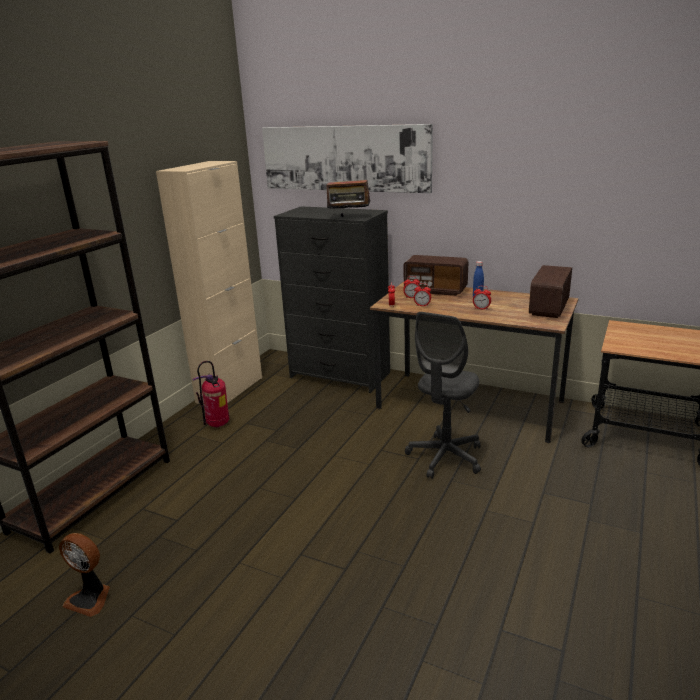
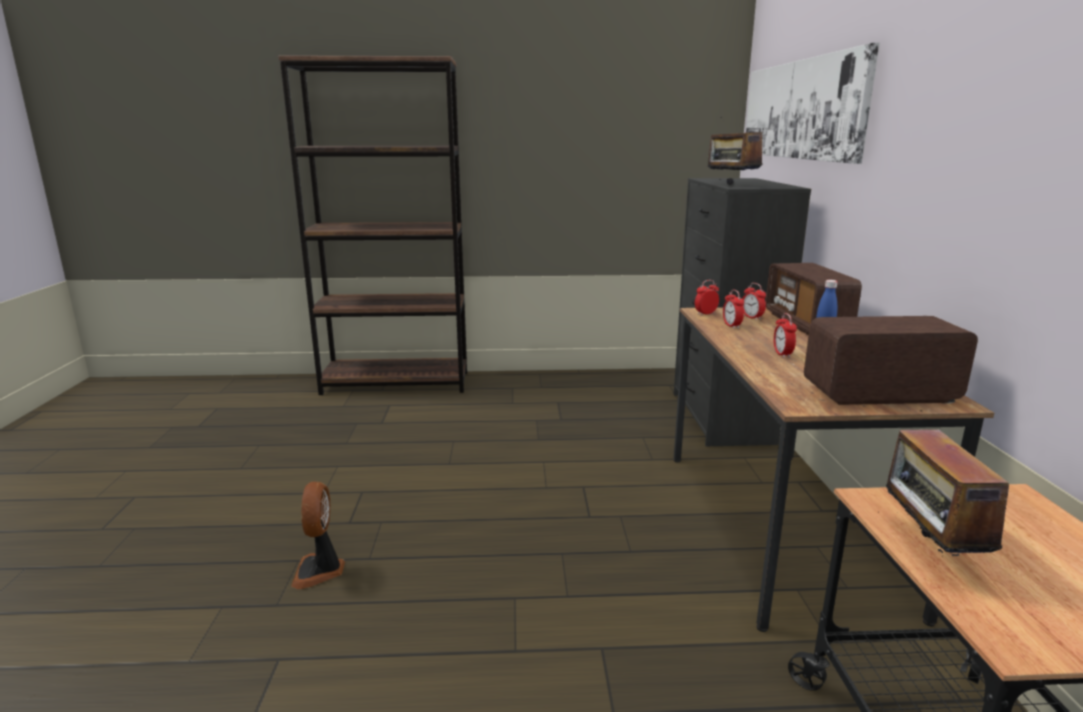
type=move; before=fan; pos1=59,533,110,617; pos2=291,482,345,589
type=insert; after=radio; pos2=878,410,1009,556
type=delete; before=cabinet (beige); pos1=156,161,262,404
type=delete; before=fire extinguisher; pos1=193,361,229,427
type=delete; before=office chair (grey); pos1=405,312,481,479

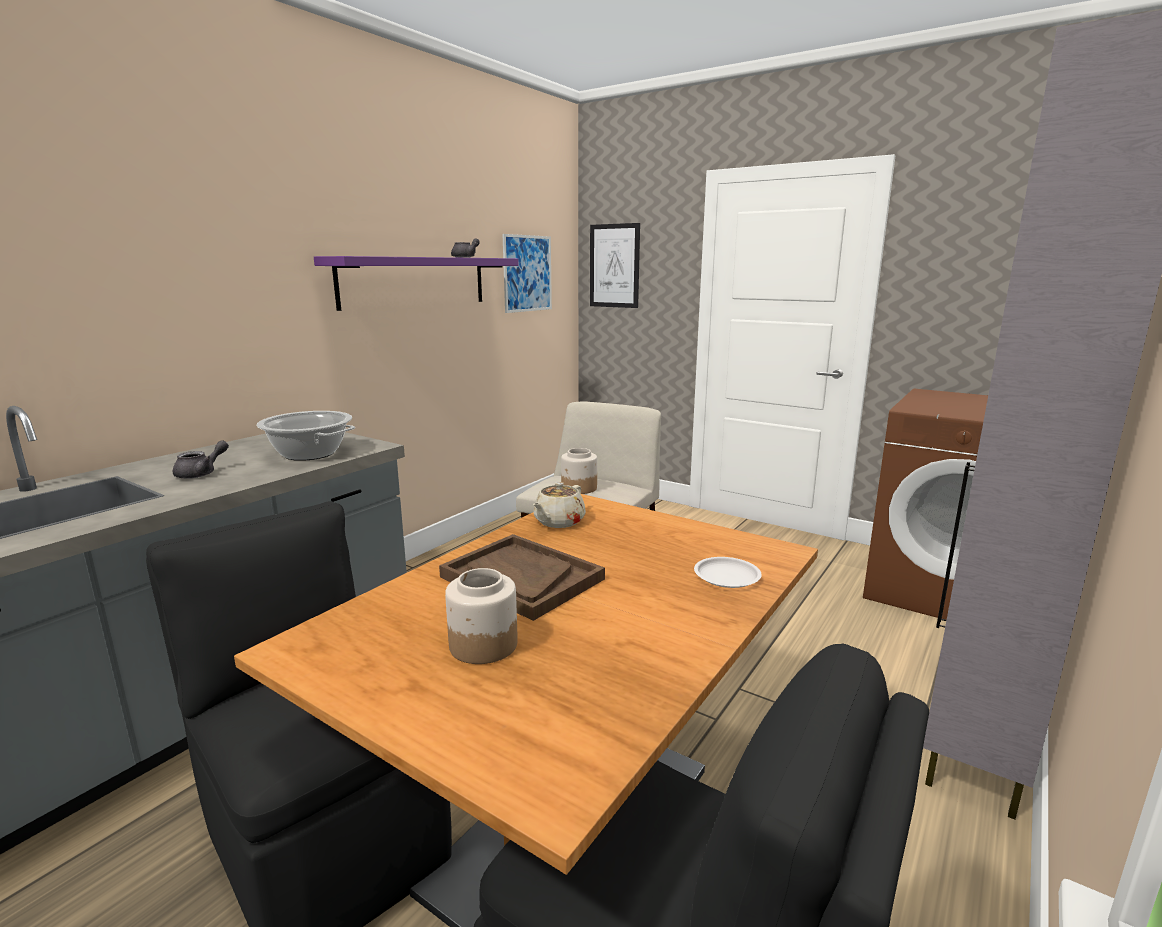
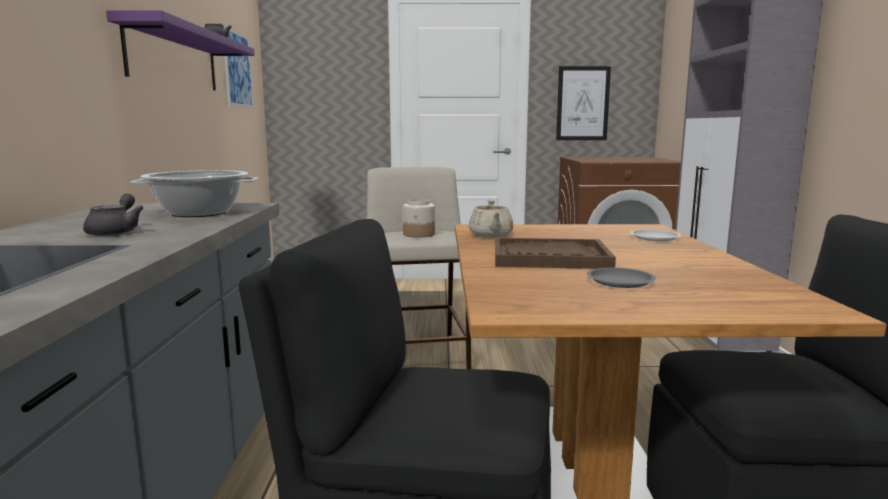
type=move; before=picture; pos1=590,223,640,308; pos2=556,66,611,140
type=replace; before=jar; after=plate (grey); pos1=445,568,518,664; pos2=587,267,656,288

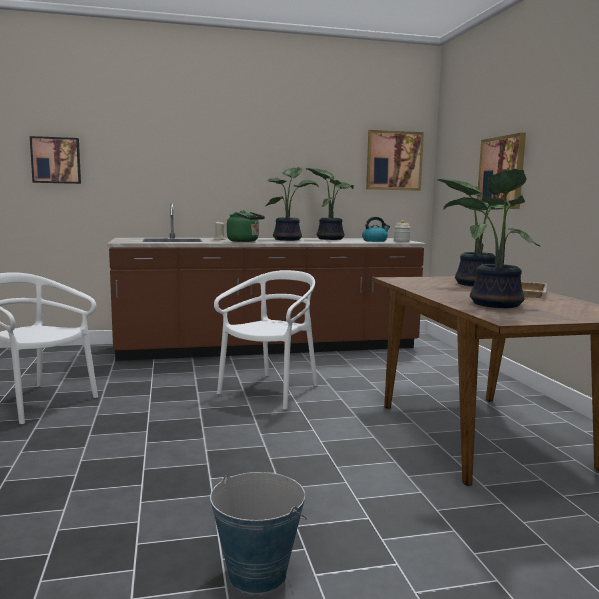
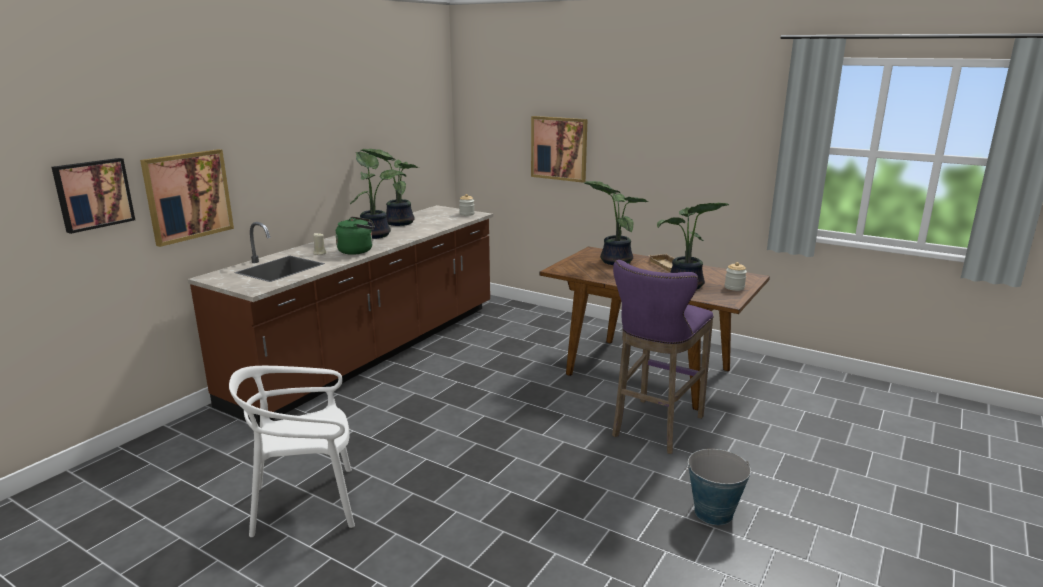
type=move; before=picture; pos1=366,130,424,191; pos2=140,149,234,247
type=insert; after=stool (purple); pos2=612,260,714,454
type=insert; after=jar; pos2=725,262,747,291
type=delete; before=chair (white); pos1=214,270,318,410
type=delete; before=kettle; pos1=362,217,390,242

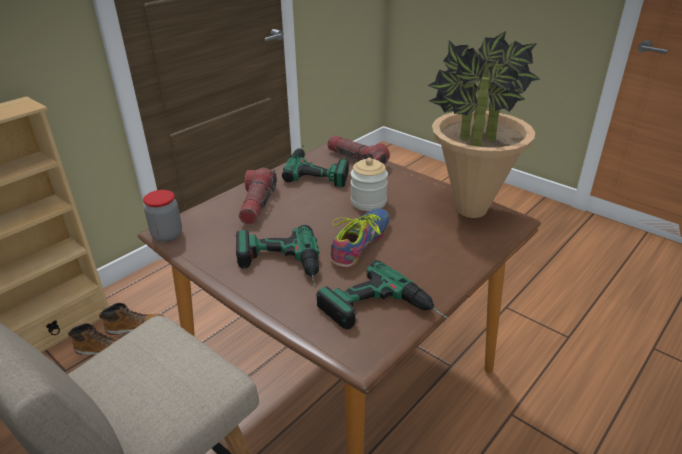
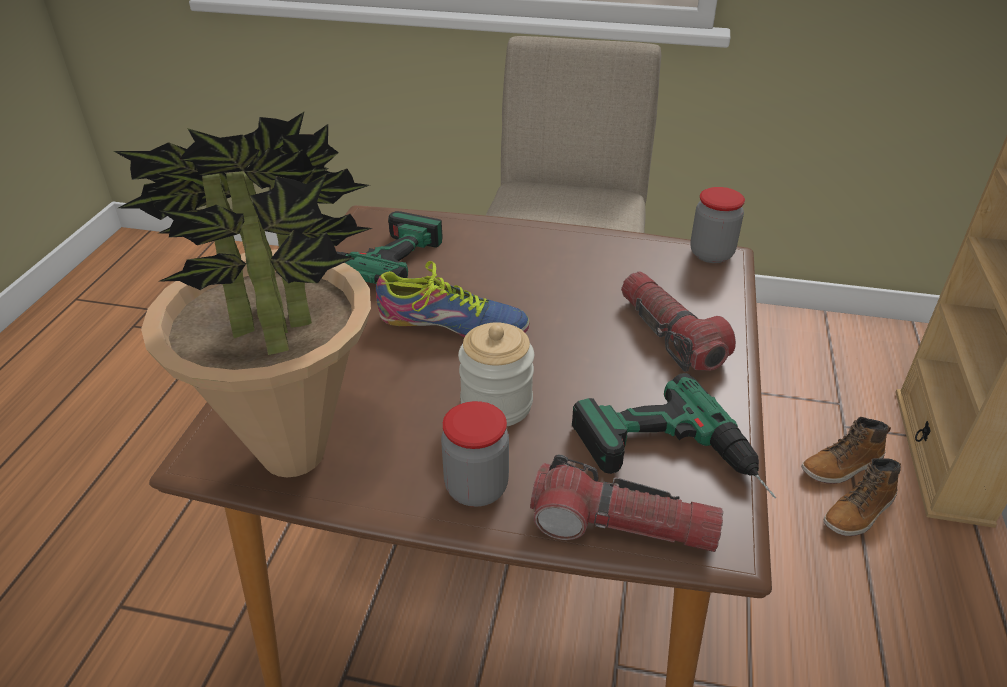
type=rotate; before=shoe; pos1=330,208,390,268; pos2=376,261,530,337; turn=-75
type=insert; after=jar; pos2=441,401,509,507
type=delete; before=power drill; pos1=236,225,319,287

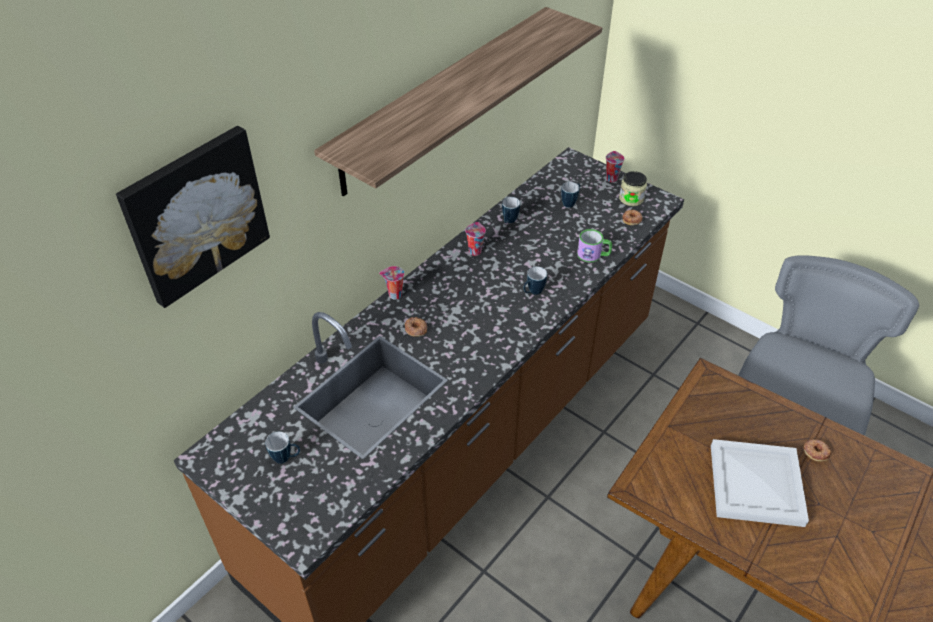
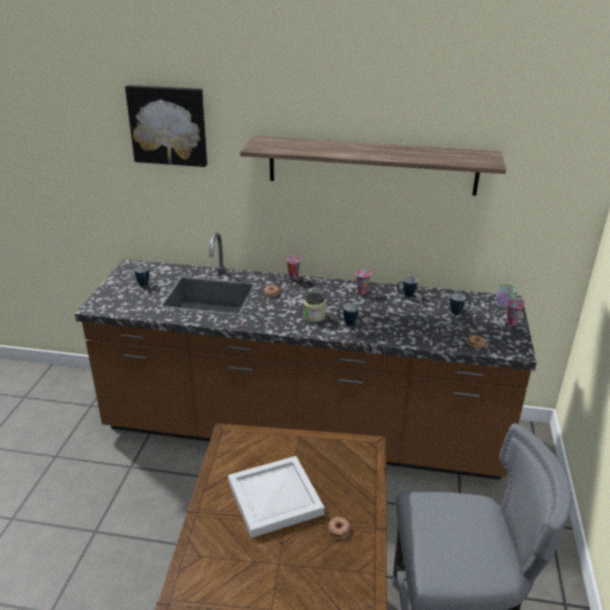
type=move; before=jar; pos1=619,171,647,206; pos2=303,292,325,322
type=move; before=mug; pos1=577,229,612,262; pos2=495,284,517,309

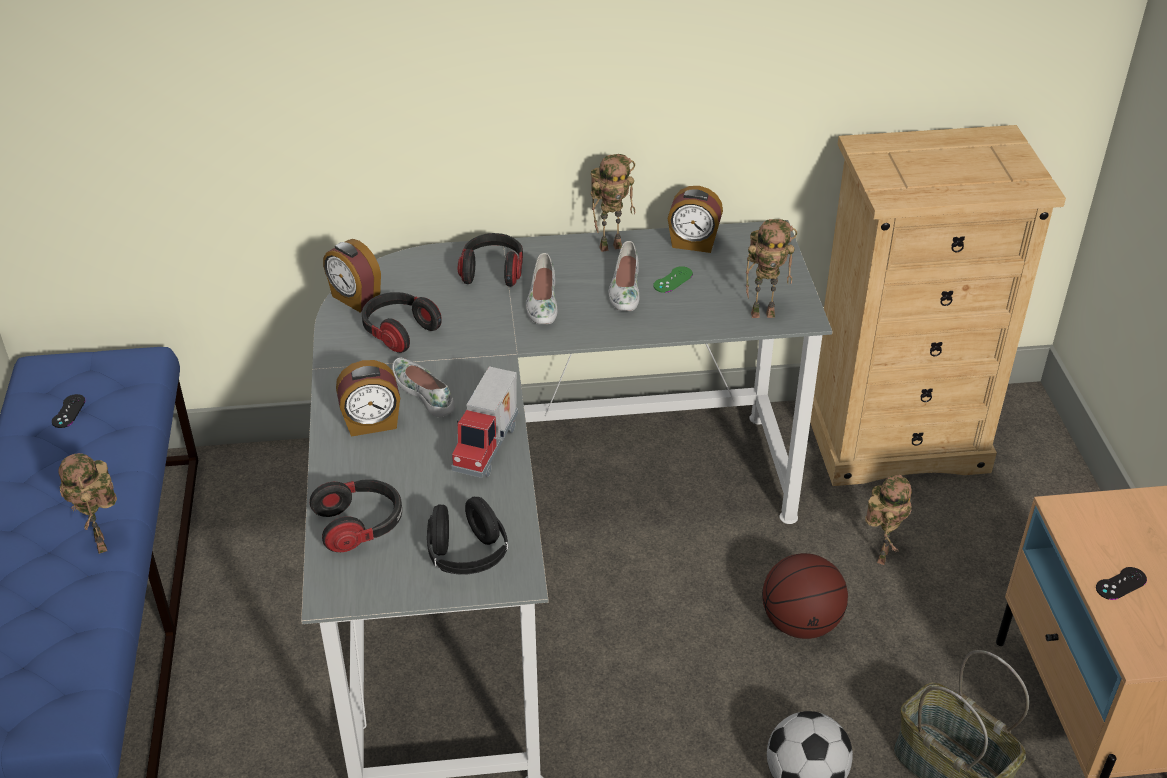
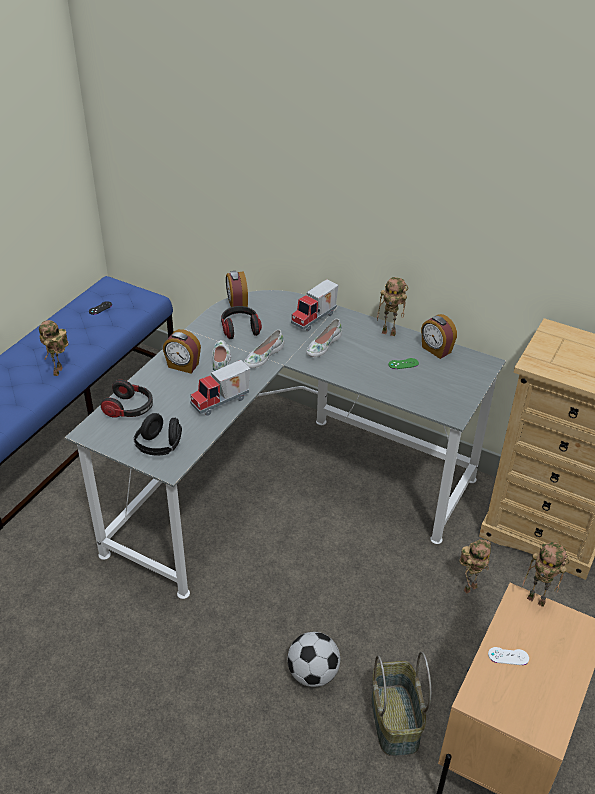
type=move; before=shoe (white); pos1=609,241,639,311; pos2=244,330,284,368
type=replace; before=headphones; after=toy truck; pos1=458,233,523,287; pos2=291,279,339,331
type=recolor; before=game controller (black); after=game controller (white); pos1=1096,567,1147,600; pos2=488,647,529,665
type=move; before=toy robot; pos1=746,219,797,318; pos2=523,542,570,607
type=delete; before=basketball; pos1=762,553,848,639

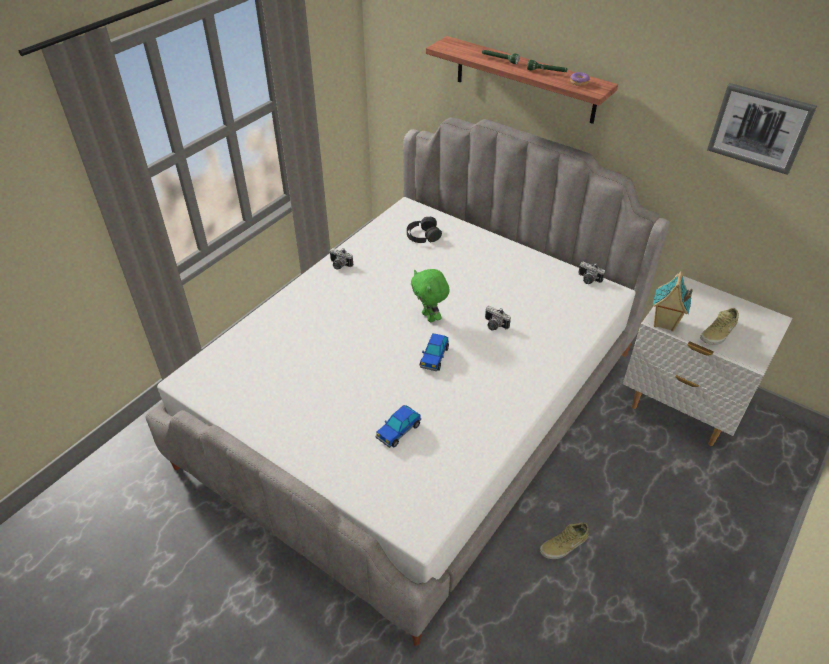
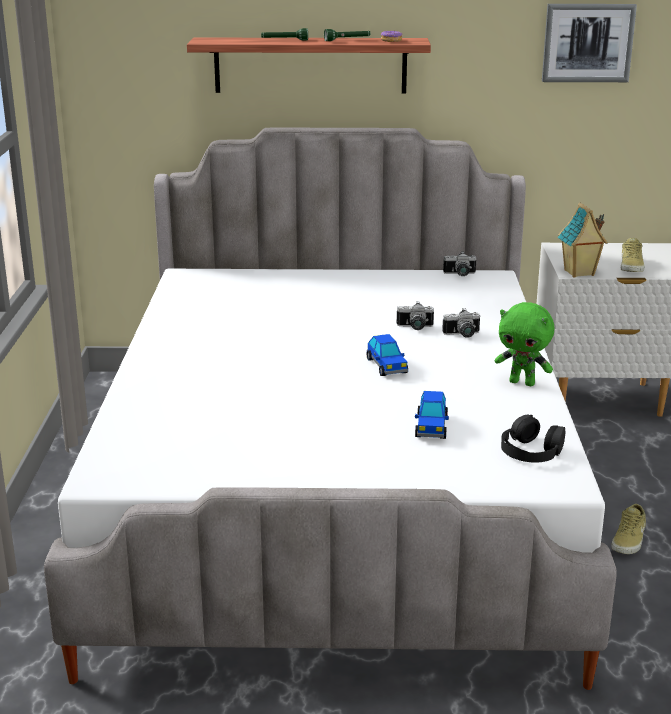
type=move; before=photo camera; pos1=330,248,353,270; pos2=442,308,480,338
type=move; before=plush toy (green); pos1=411,269,450,322; pos2=495,302,555,386
type=move; before=headphones (black); pos1=407,217,442,243; pos2=501,415,565,463

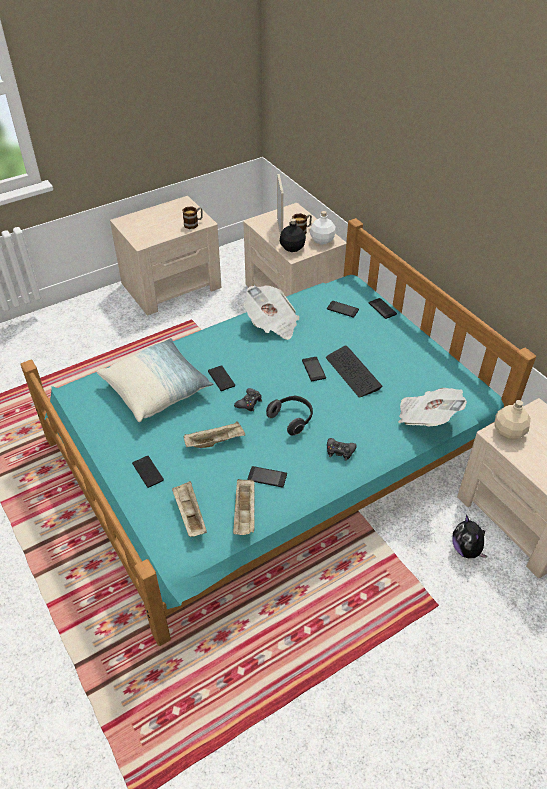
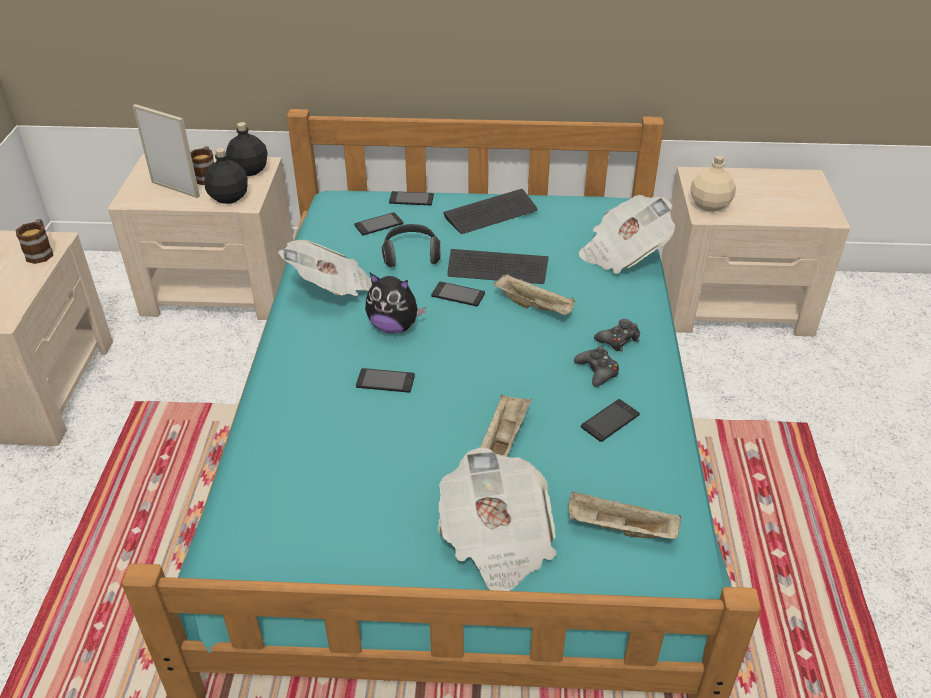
type=recolor; before=bottle (white); after=bottle (black); pos1=310,211,336,244; pos2=226,122,268,176
type=move; before=plush toy; pos1=452,514,487,558; pos2=365,273,426,334
type=move; before=headphones; pos1=266,396,313,436; pos2=382,224,441,267
type=replace; before=phone; after=newspaper; pos1=132,456,164,488; pos2=438,447,556,591
type=insert; after=keyboard; pos2=443,189,538,234
type=move; before=tray (beige); pos1=233,479,255,535; pos2=494,274,575,315
type=move; before=game controller (black); pos1=234,388,262,411; pos2=574,346,619,387
type=delete; before=pillow; pos1=97,338,213,422

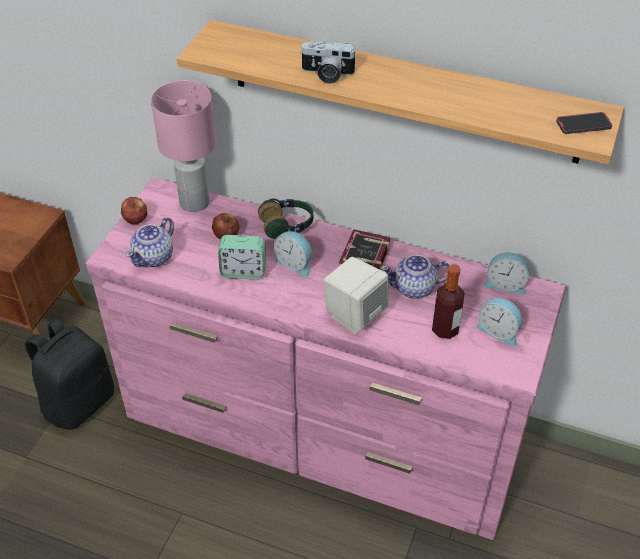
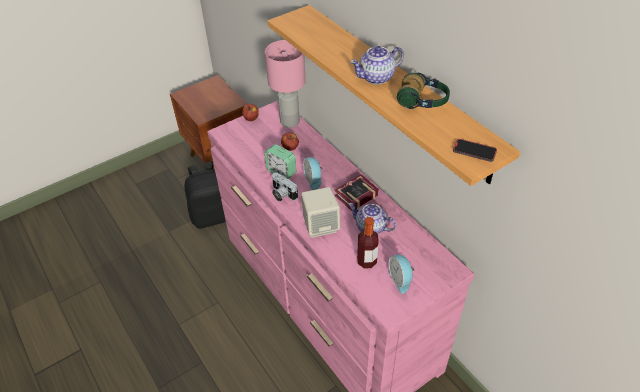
type=move; before=photo camera; pos1=300,41,357,84; pos2=272,173,298,201
type=move; before=teapot; pos1=126,217,174,267; pos2=350,46,404,85
type=move; before=headphones; pos1=258,198,313,239; pos2=397,73,450,109
type=delete; before=alarm clock; pos1=484,252,529,294

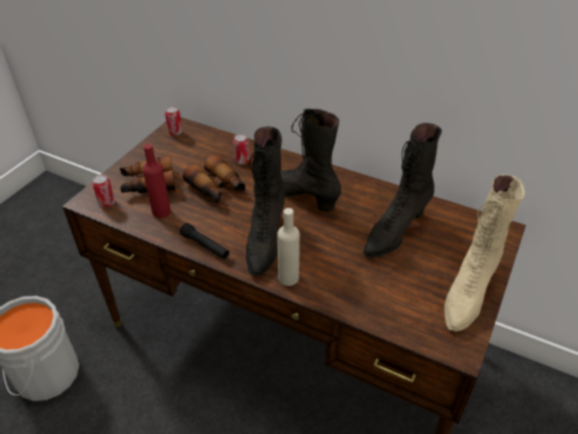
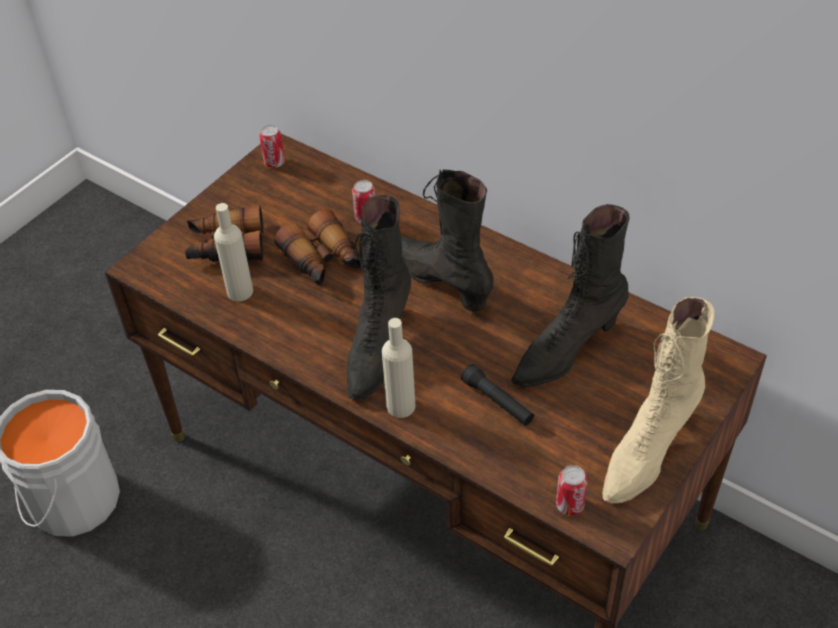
type=recolor; before=bottle (red); after=bottle (beige); pos1=143,144,171,218; pos2=214,203,253,301
type=move; before=flashlight (black); pos1=180,223,229,259; pos2=461,364,534,426
type=move; before=can; pos1=92,175,115,207; pos2=556,465,588,516

